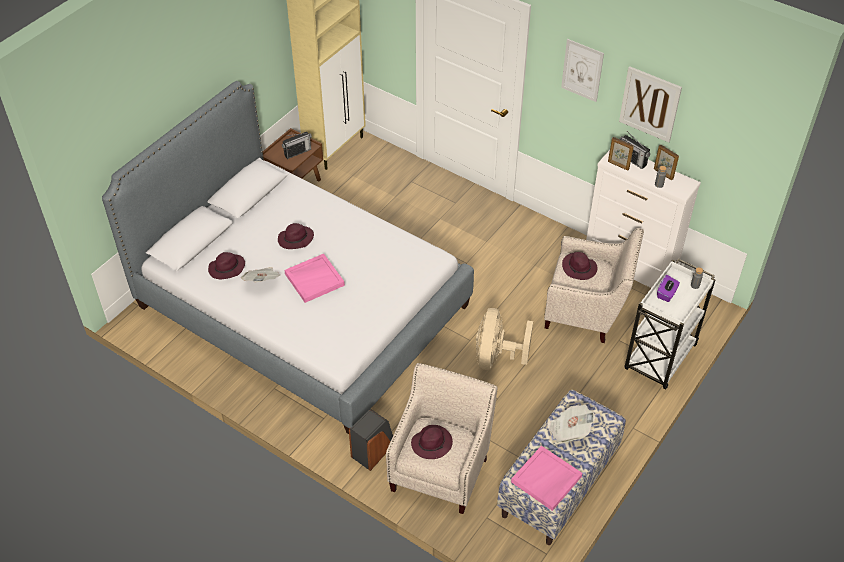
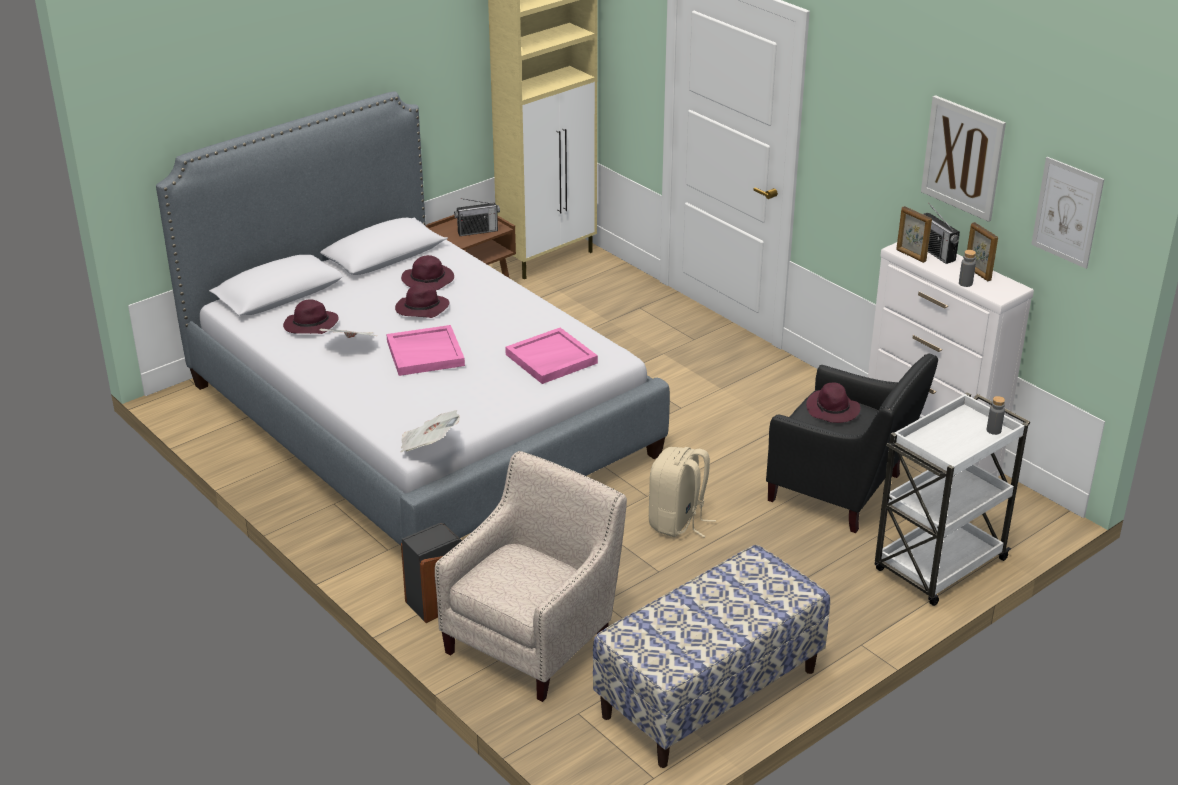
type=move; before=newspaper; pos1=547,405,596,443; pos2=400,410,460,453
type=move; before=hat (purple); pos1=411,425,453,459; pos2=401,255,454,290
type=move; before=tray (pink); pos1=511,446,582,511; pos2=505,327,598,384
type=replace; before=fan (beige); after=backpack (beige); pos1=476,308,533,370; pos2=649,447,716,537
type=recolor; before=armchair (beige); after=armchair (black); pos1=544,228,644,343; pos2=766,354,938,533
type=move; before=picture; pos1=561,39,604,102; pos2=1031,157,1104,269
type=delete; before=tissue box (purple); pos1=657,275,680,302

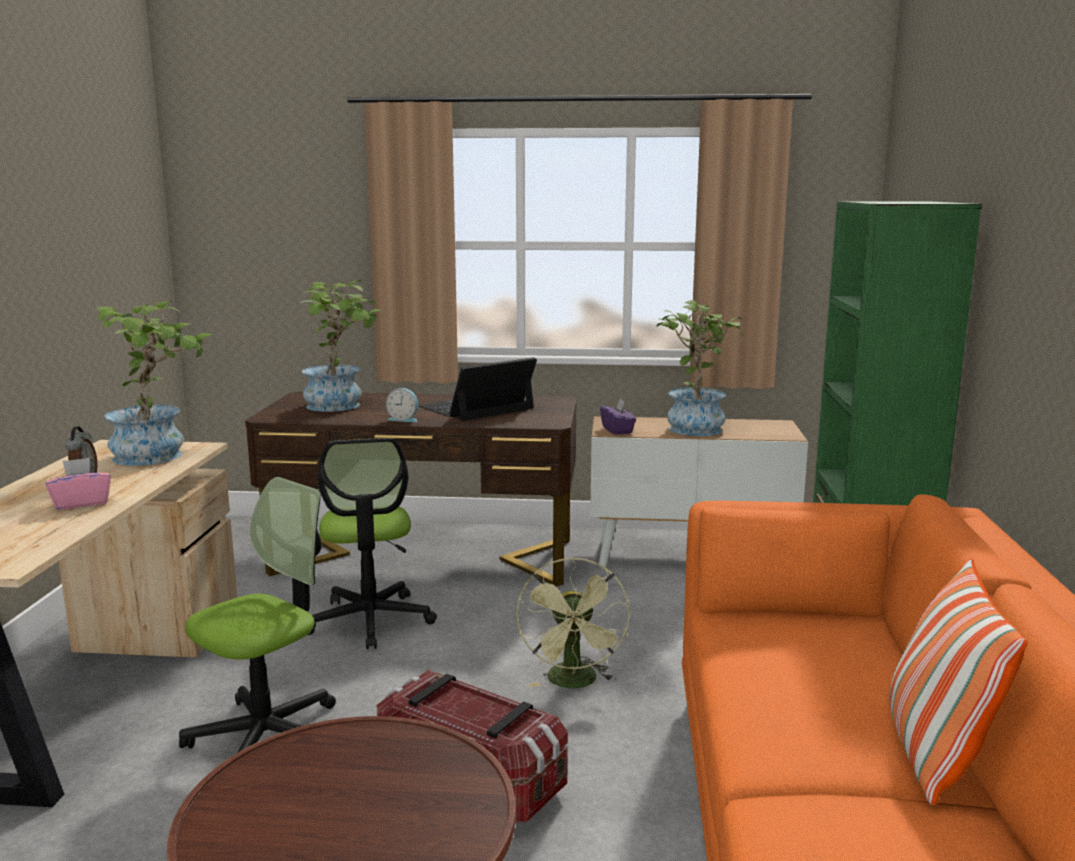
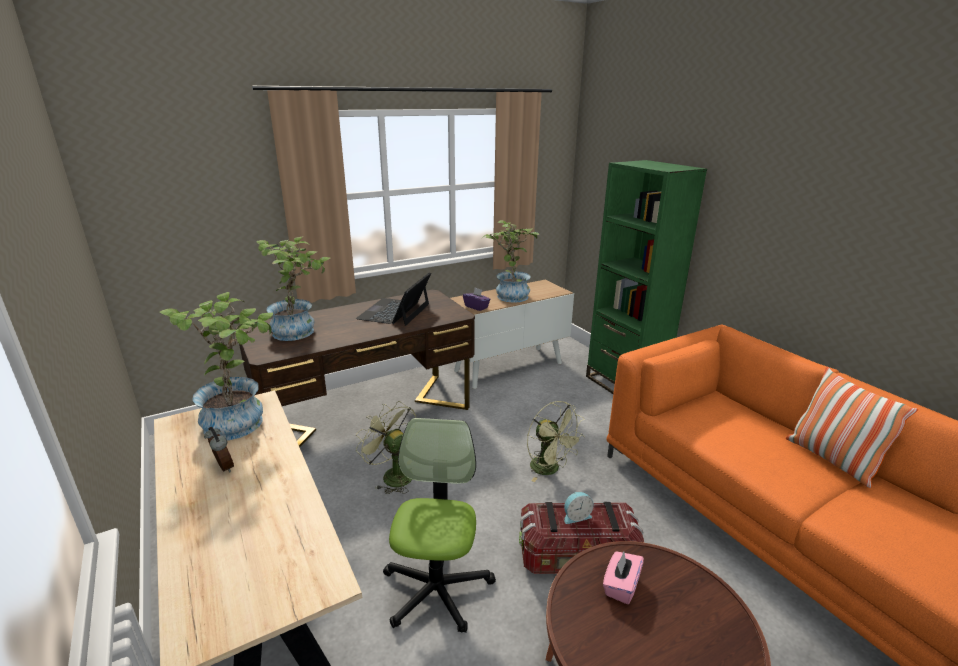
type=replace; before=office chair; after=fan (green); pos1=308,438,437,649; pos2=356,401,416,494
type=move; before=alarm clock; pos1=386,388,418,422; pos2=564,492,594,524
type=move; before=tissue box (pink); pos1=46,458,111,510; pos2=603,551,644,604

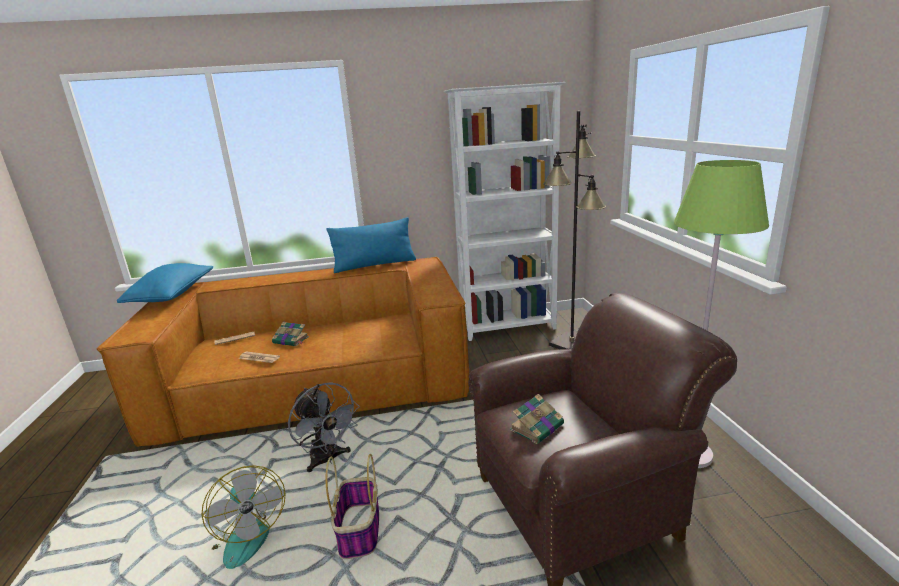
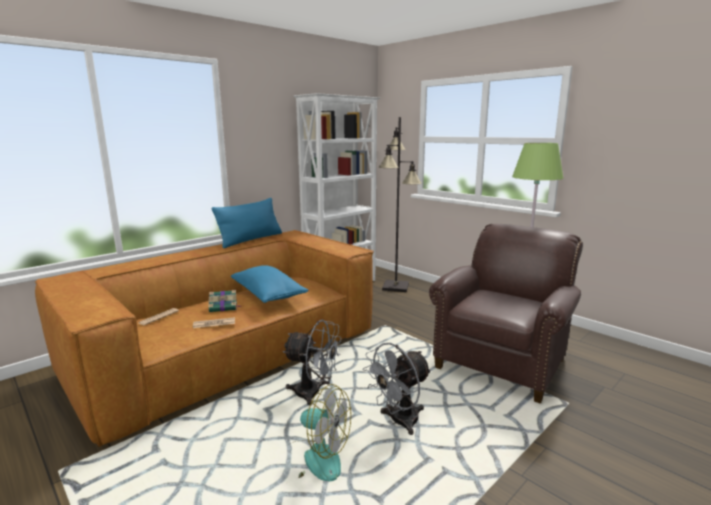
type=move; before=pillow (blue); pos1=117,263,213,303; pos2=231,265,308,303
type=replace; before=basket; after=fan (grey); pos1=326,454,379,559; pos2=362,343,431,435
type=delete; before=book; pos1=510,394,564,444

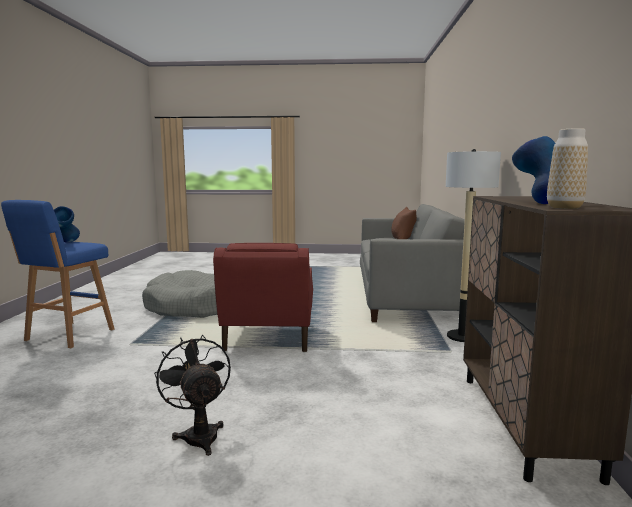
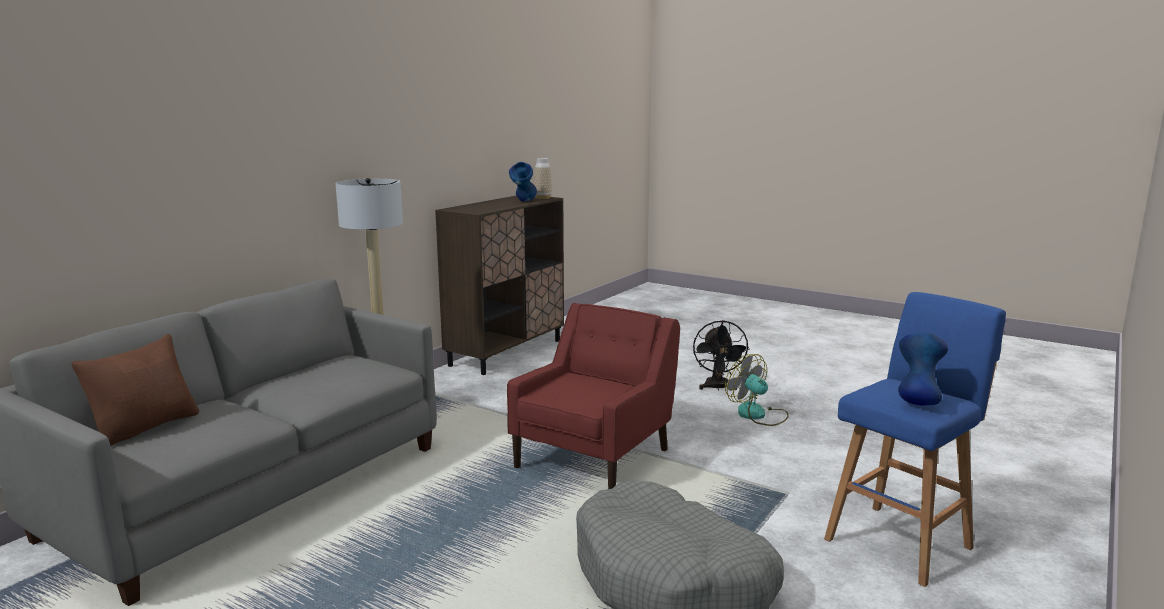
type=insert; after=fan; pos2=725,354,789,426

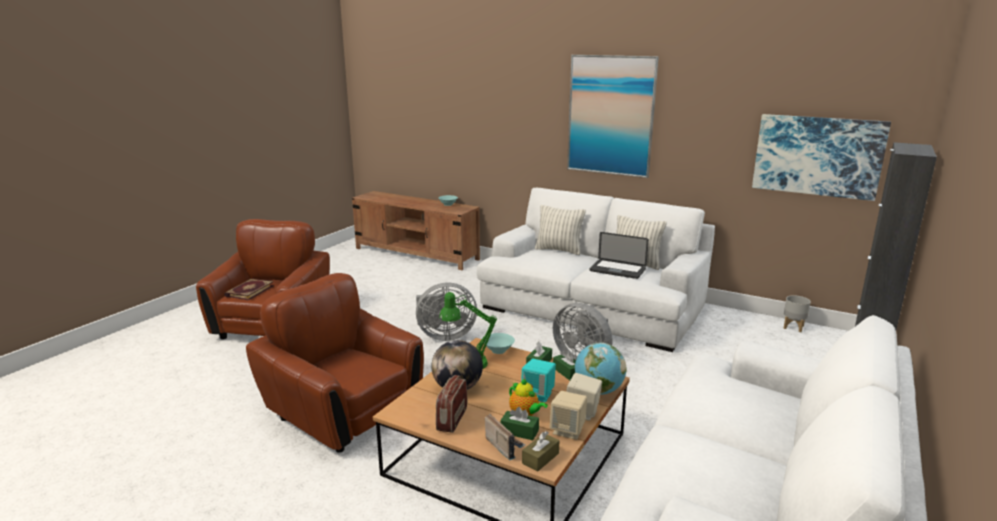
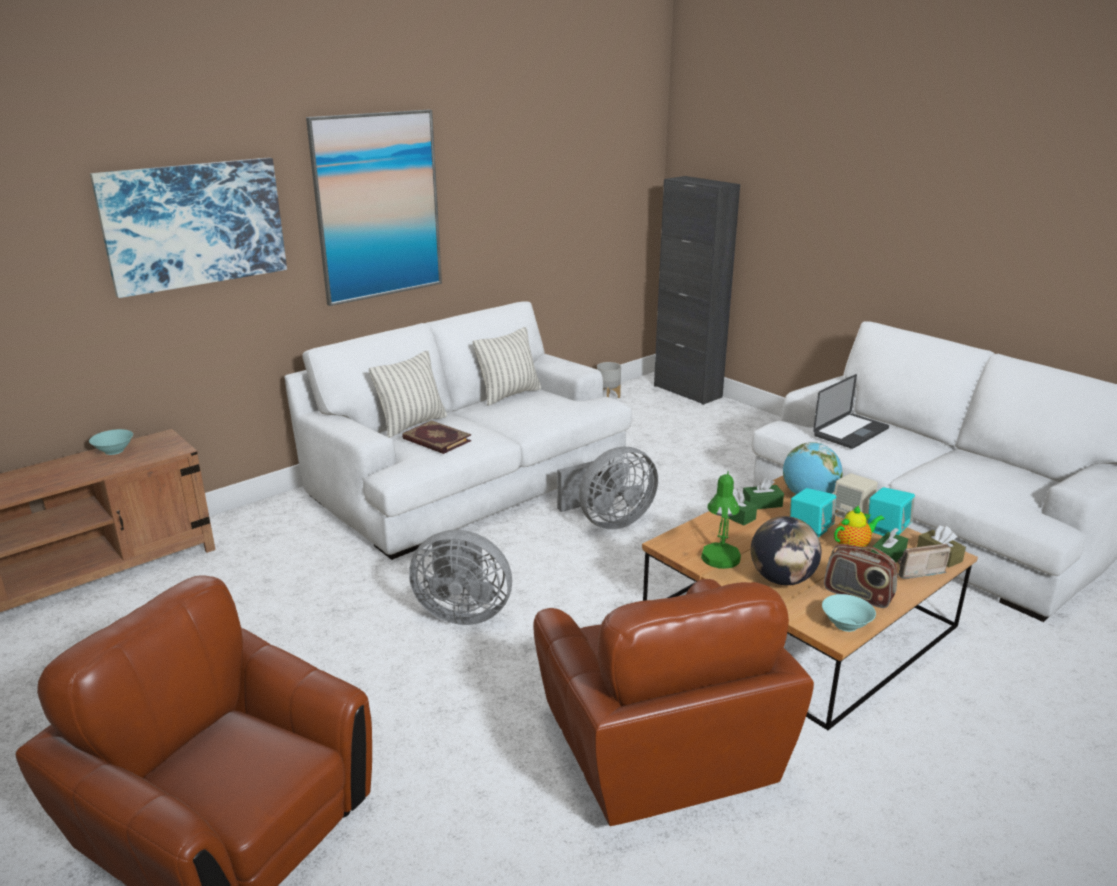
type=move; before=picture; pos1=752,114,891,201; pos2=90,158,287,298
type=move; before=book; pos1=224,278,274,300; pos2=402,420,471,454
type=rotate; before=fan (grey); pos1=416,283,477,341; pos2=409,530,512,625; turn=90
type=rotate; before=armchair (brown); pos1=246,273,424,453; pos2=533,579,814,826; turn=-75
type=move; before=laptop; pos1=589,232,649,279; pos2=813,374,889,449
type=move; before=bowl (turquoise); pos1=484,333,515,354; pos2=822,594,876,632
type=recolor; before=speaker (beige); after=speaker (turquoise); pos1=550,391,587,440; pos2=868,487,915,536

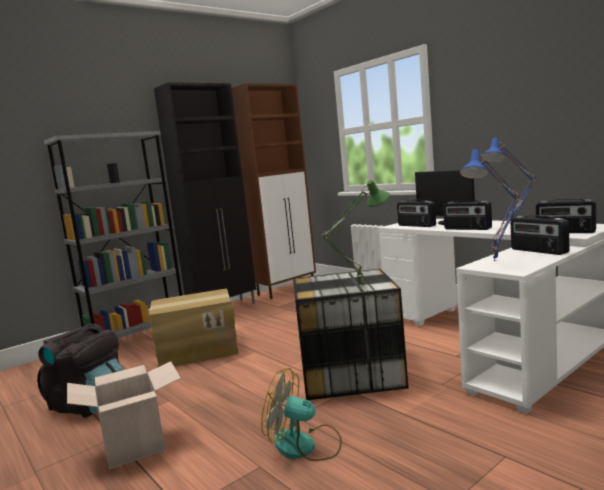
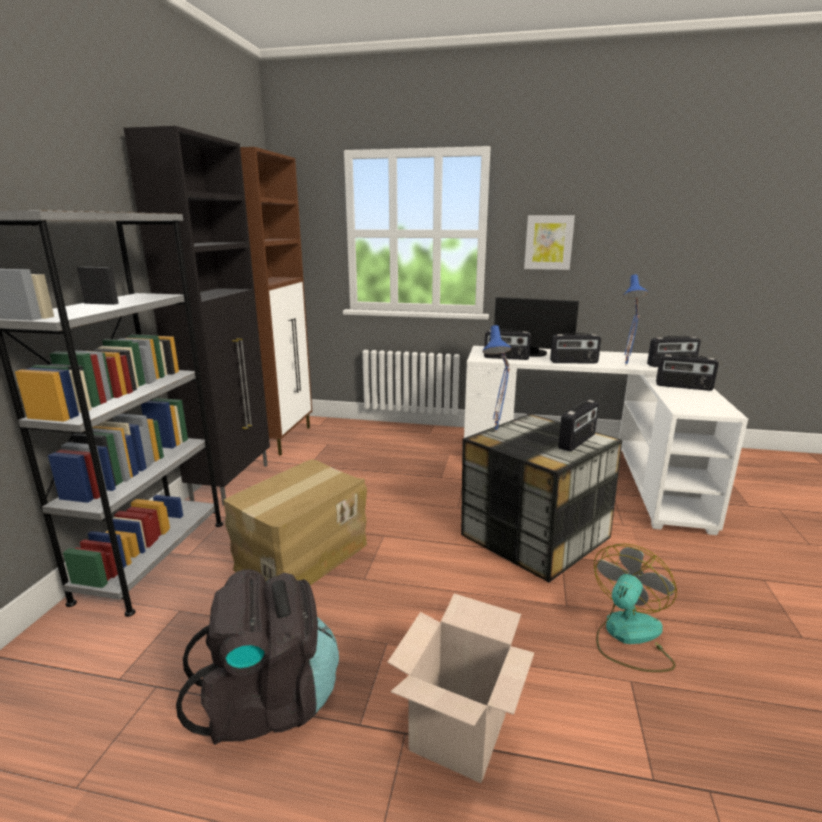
type=move; before=table lamp (blue); pos1=460,149,520,261; pos2=483,325,511,432
type=insert; after=picture; pos2=524,215,575,270
type=replace; before=table lamp (green); after=radio; pos1=321,180,390,287; pos2=558,400,599,452
type=rotate; before=fan; pos1=261,368,342,461; pos2=594,543,677,672; turn=150

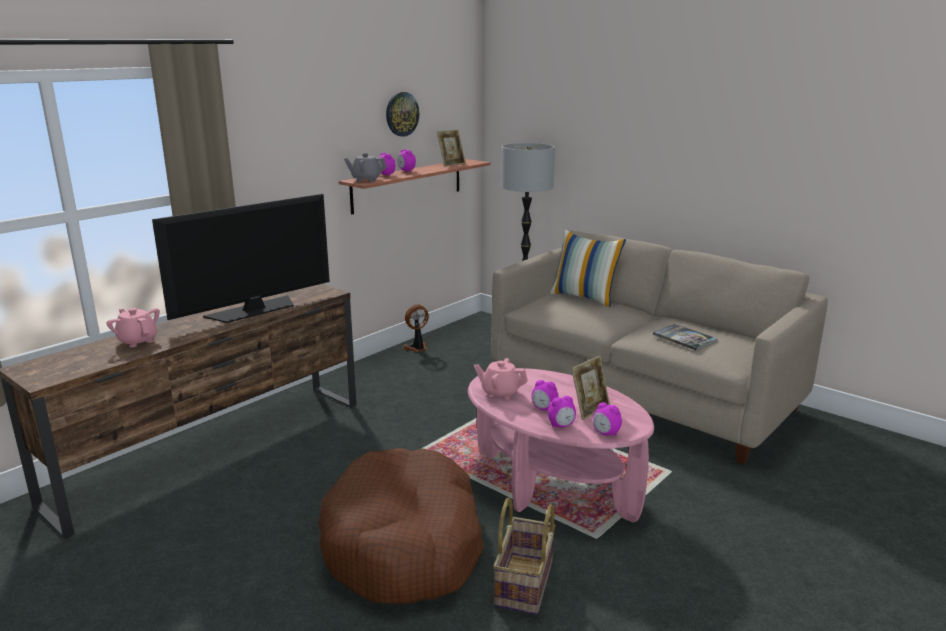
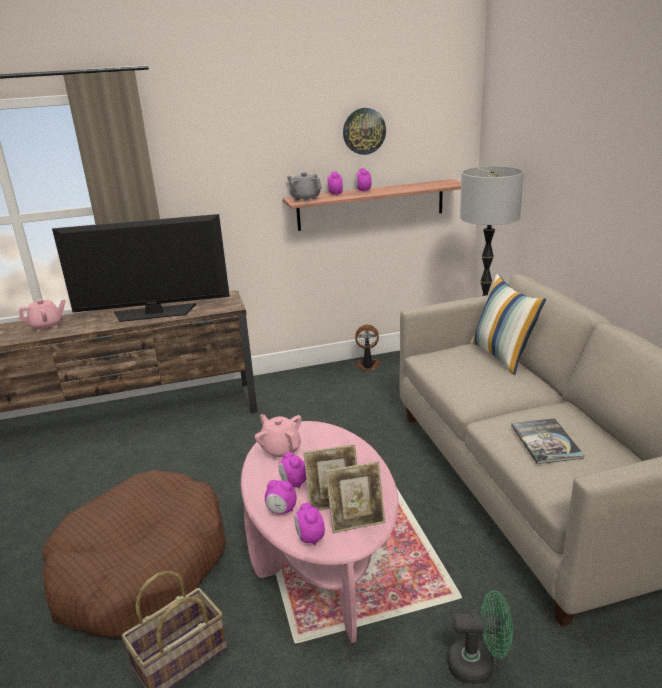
type=rotate; before=teapot (pink); pos1=106,308,160,348; pos2=19,299,66,331; turn=75
type=move; before=picture frame; pos1=437,130,466,167; pos2=326,461,385,533
type=insert; after=fan (green); pos2=448,590,513,684

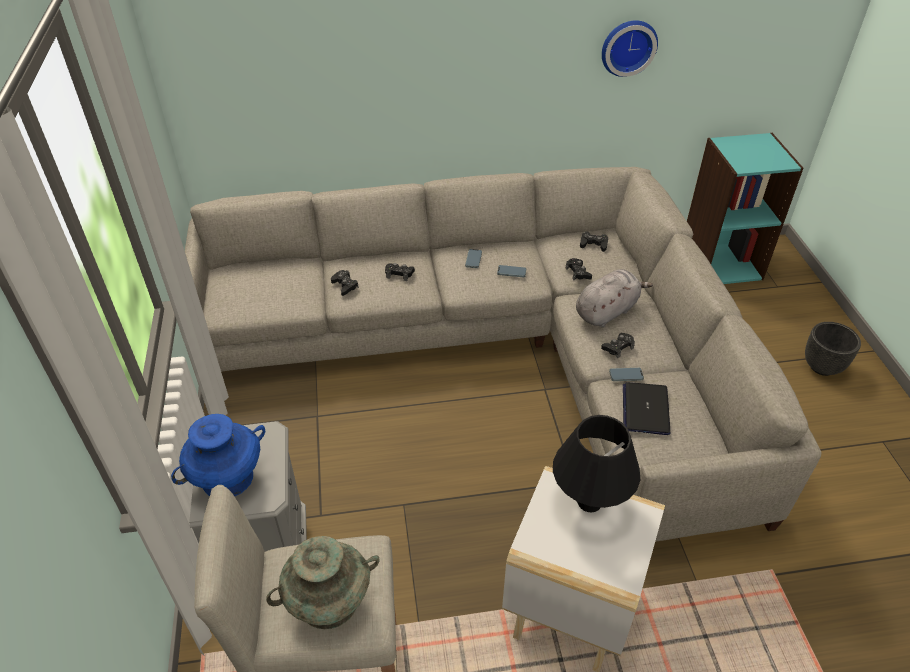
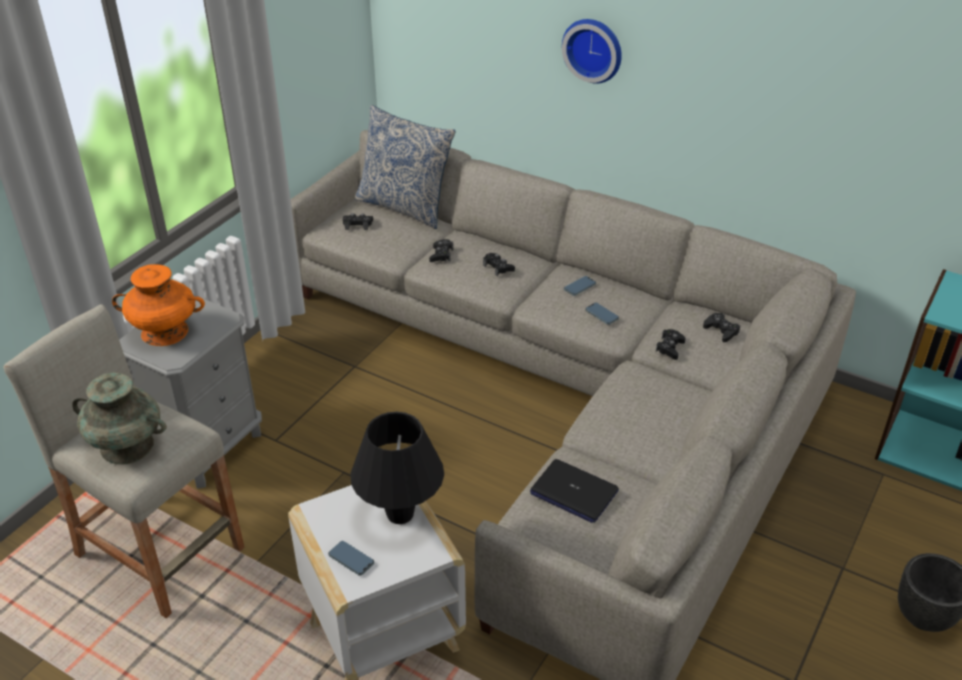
type=recolor; before=vase (blue); after=vase (orange); pos1=171,414,265,496; pos2=112,264,205,346
type=move; before=phone; pos1=609,368,644,381; pos2=328,541,374,576
type=move; before=game controller (black); pos1=601,333,635,359; pos2=343,213,373,230
type=insert; after=pillow; pos2=355,105,455,229
type=rotate; before=laptop; pos1=623,382,671,435; pos2=530,459,619,523; turn=-105
type=move; before=wall clock; pos1=602,20,658,77; pos2=562,19,622,84
type=delete; before=plush toy (grey); pos1=576,269,653,327

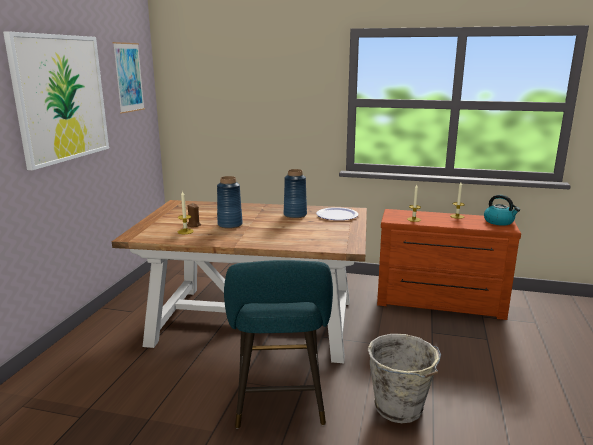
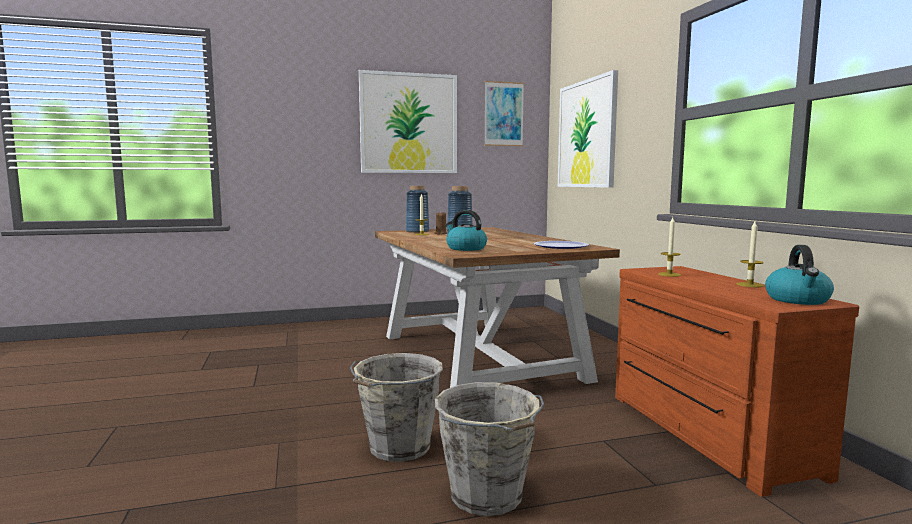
type=move; before=vase (blue); pos1=284,169,307,218; pos2=406,186,429,233
type=insert; after=bucket (grey); pos2=435,382,544,516
type=insert; after=kettle; pos2=445,210,487,251
type=insert; after=picture; pos2=558,70,618,188
type=delete; before=stool (turquoise); pos1=224,260,333,429

